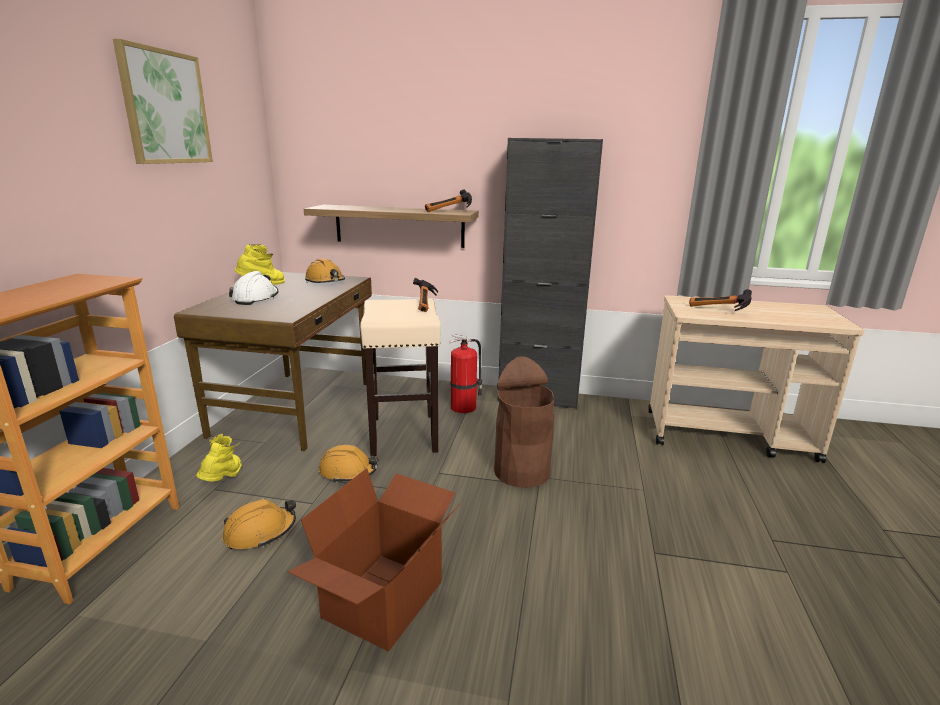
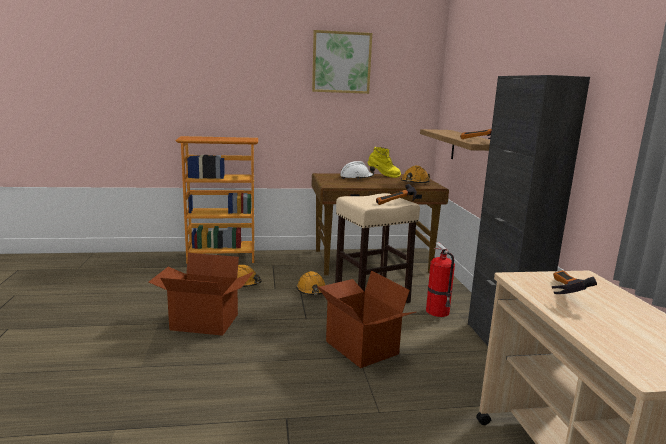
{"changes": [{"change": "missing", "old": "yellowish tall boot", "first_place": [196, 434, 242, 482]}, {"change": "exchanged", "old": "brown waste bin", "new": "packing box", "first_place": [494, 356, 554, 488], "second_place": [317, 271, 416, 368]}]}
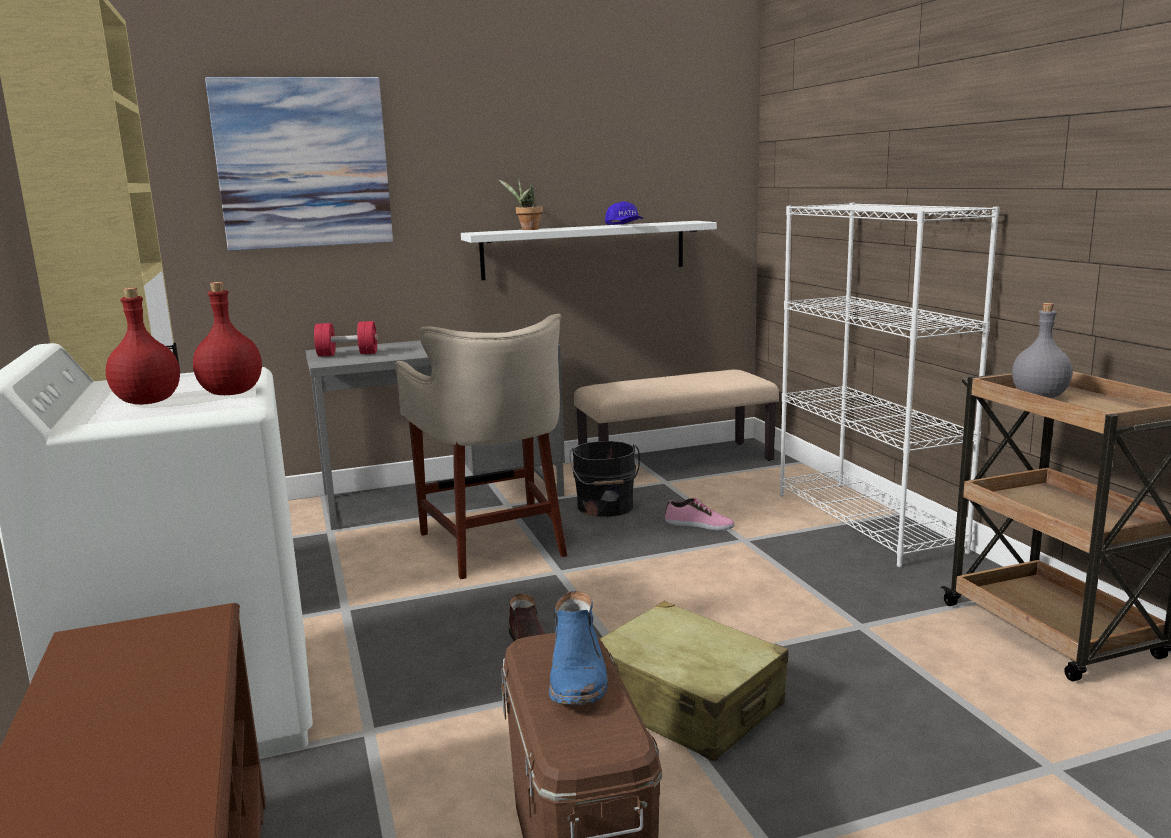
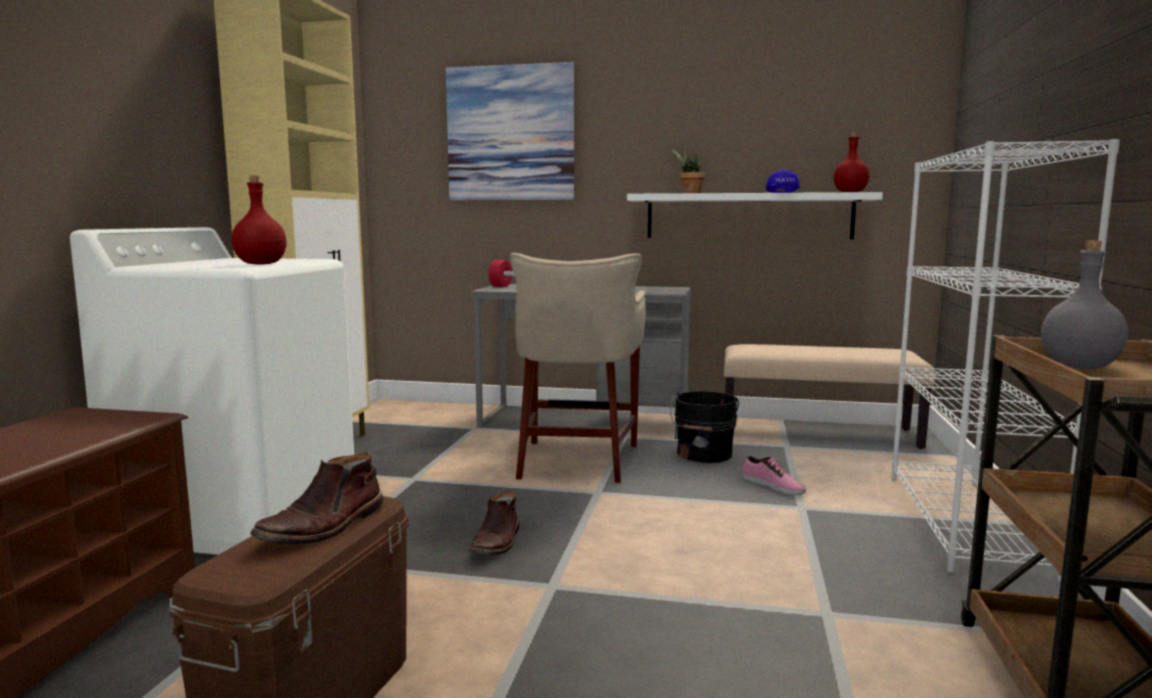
{"changes": [{"change": "relocated", "old": "red-coloured beverage bottle", "first_place": [106, 288, 180, 405], "second_place": [833, 132, 870, 192]}, {"change": "colour", "old": "bluish tall boot", "new": "brown tall boot", "first_place": [549, 590, 608, 705], "second_place": [250, 452, 384, 544]}, {"change": "missing", "old": "sand-coloured suitcase", "first_place": [600, 601, 788, 762]}]}
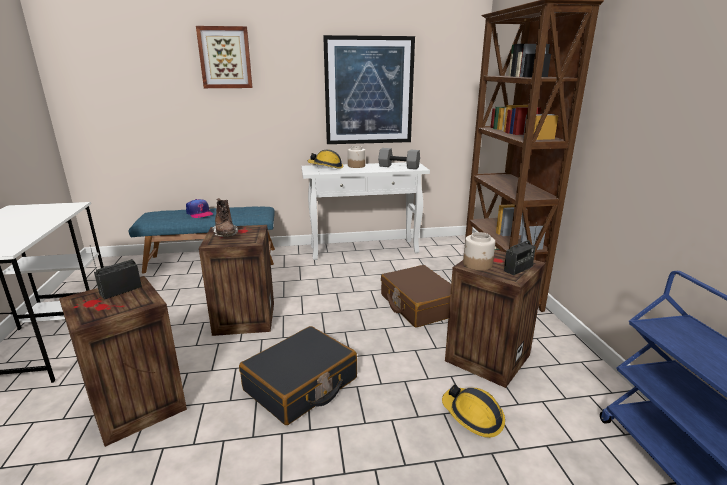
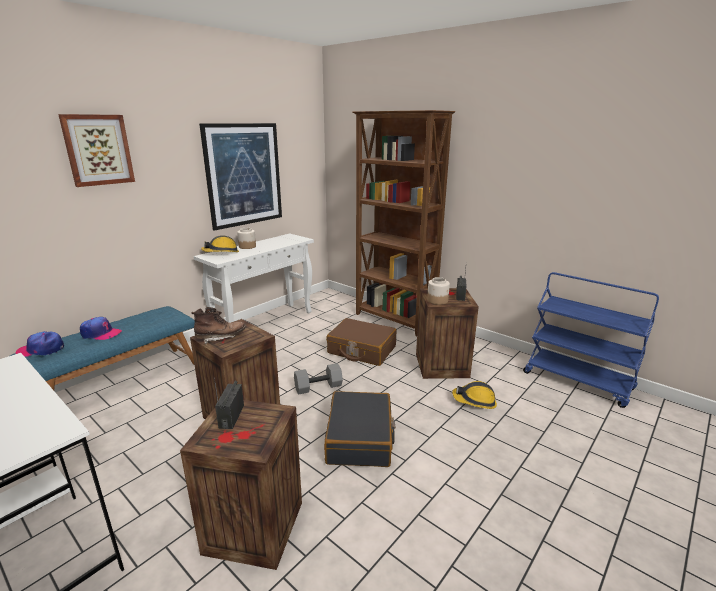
{"changes": [{"change": "spun", "old": "brown tall boot", "first_place": [212, 198, 238, 237], "second_place": [191, 307, 246, 344], "degrees": -45}, {"change": "relocated", "old": "grey free weight", "first_place": [378, 148, 420, 169], "second_place": [294, 363, 343, 395]}, {"change": "appeared", "new": "cap", "second_place": [16, 331, 64, 357]}]}
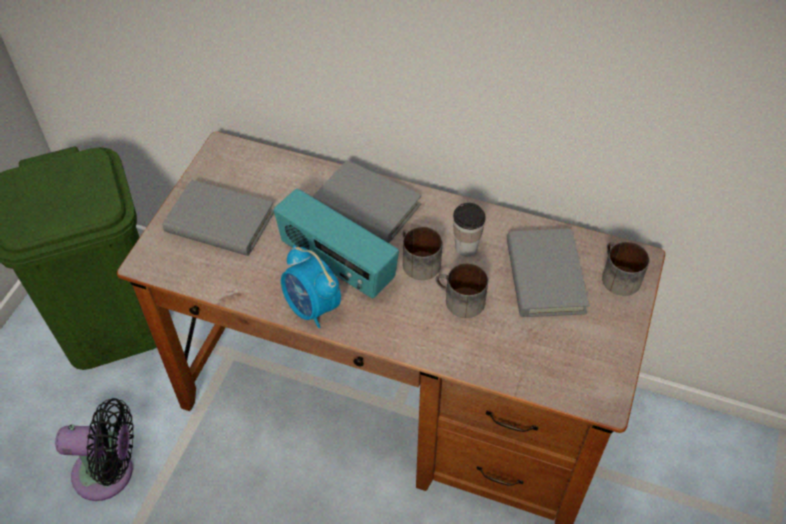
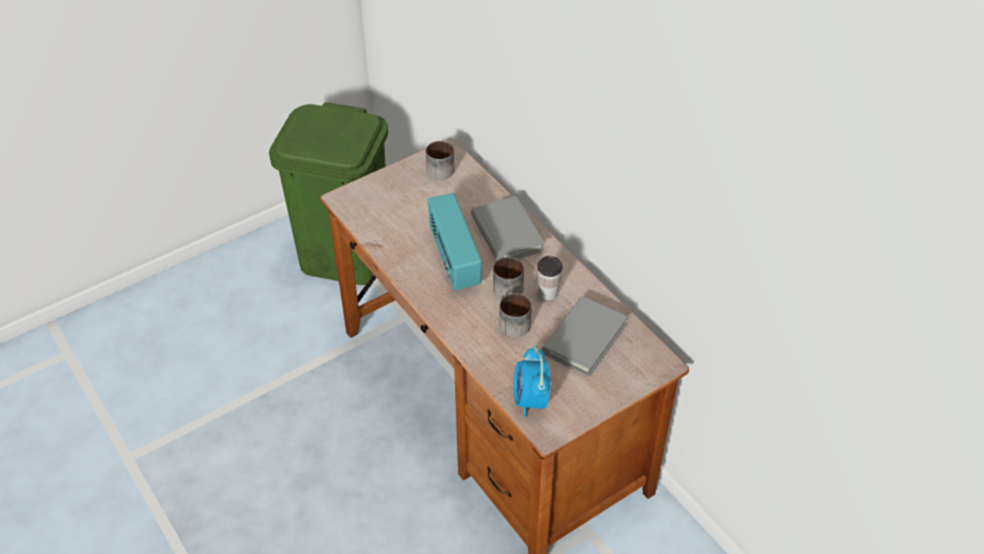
{"changes": [{"change": "missing", "old": "black cooling fan", "first_place": [55, 398, 134, 501]}, {"change": "missing", "old": "grey book", "first_place": [163, 180, 274, 256]}, {"change": "relocated", "old": "bedside clock", "first_place": [281, 245, 341, 328], "second_place": [513, 346, 550, 417]}, {"change": "relocated", "old": "coffee mug", "first_place": [602, 242, 649, 296], "second_place": [426, 141, 454, 180]}]}
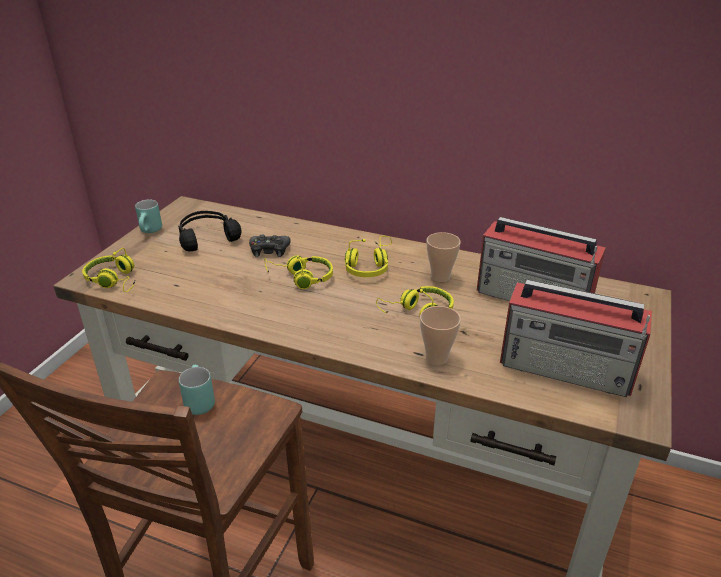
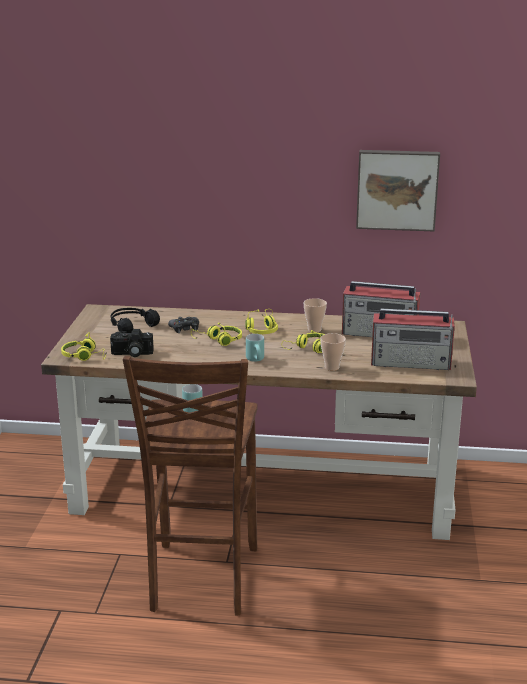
{"changes": [{"change": "relocated", "old": "blue-green coffee mug", "first_place": [135, 200, 162, 233], "second_place": [246, 334, 264, 362]}, {"change": "appeared", "new": "still camera", "second_place": [110, 329, 154, 357]}, {"change": "appeared", "new": "wall picture", "second_place": [356, 150, 440, 231]}]}
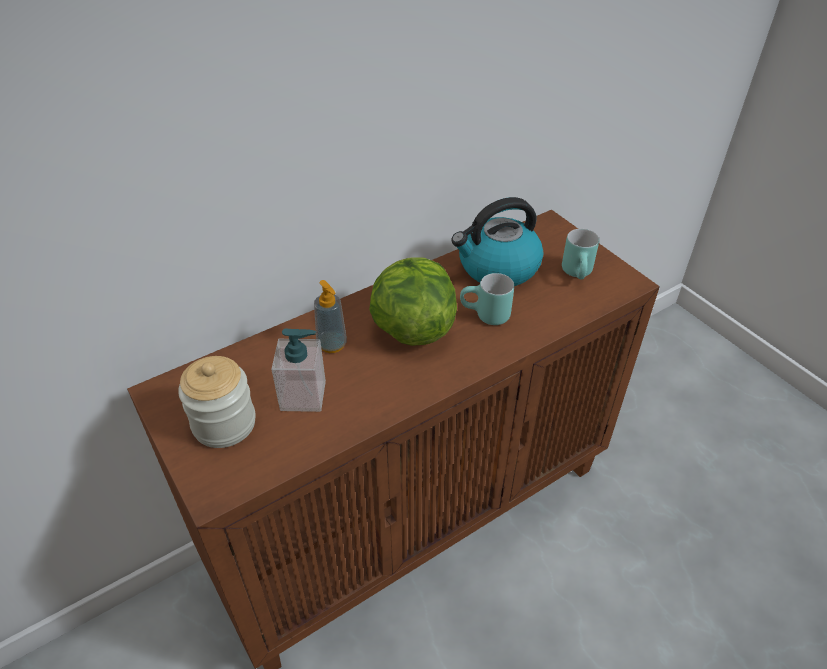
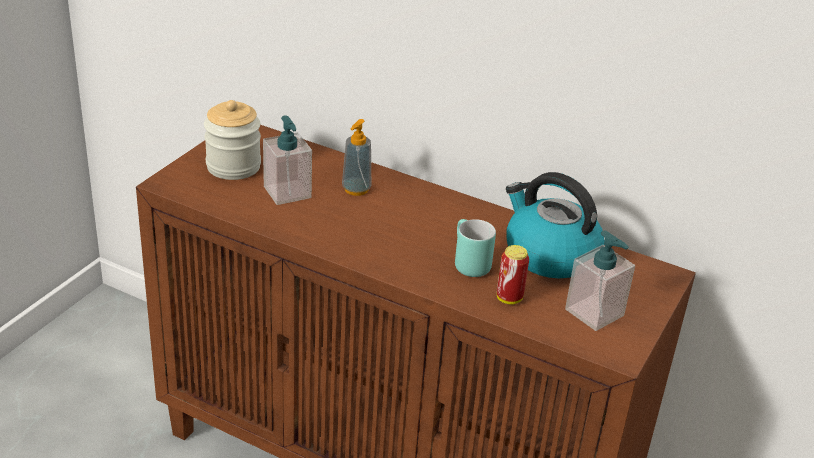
{"changes": [{"change": "missing", "old": "head of lettuce", "first_place": [369, 257, 457, 346]}, {"change": "exchanged", "old": "blue-green coffee mug", "new": "soap bottle", "first_place": [562, 229, 599, 279], "second_place": [565, 230, 635, 331]}, {"change": "appeared", "new": "metal can", "second_place": [497, 245, 529, 305]}]}
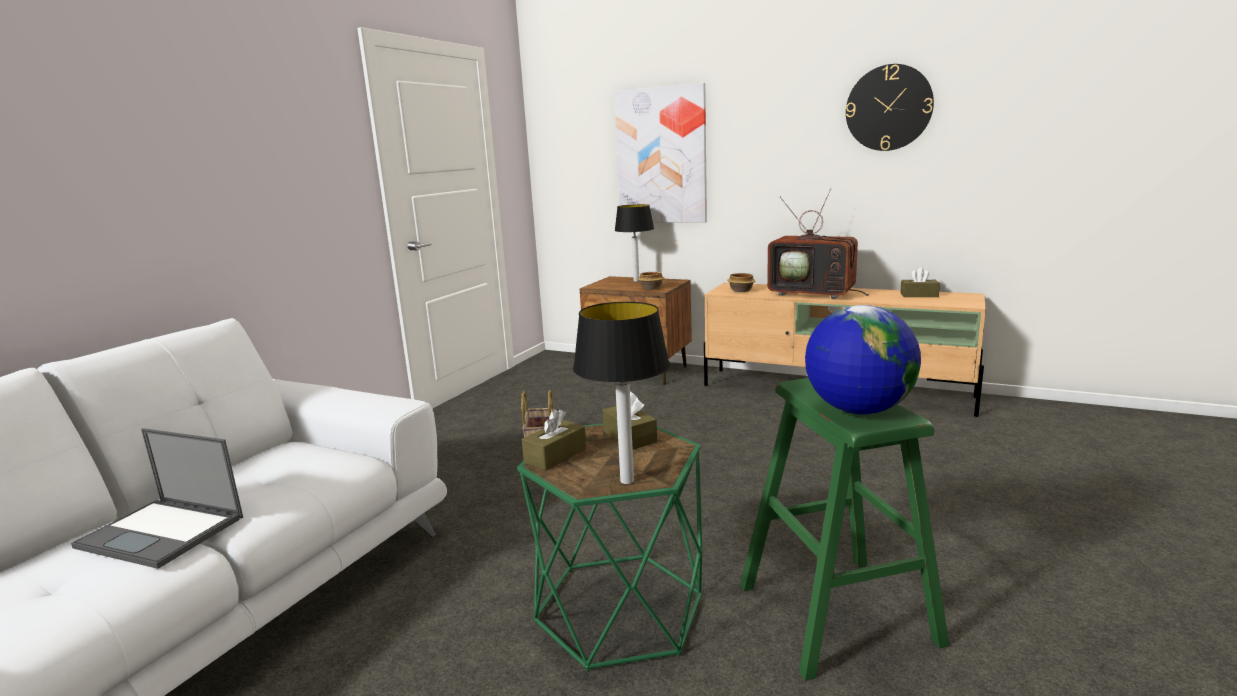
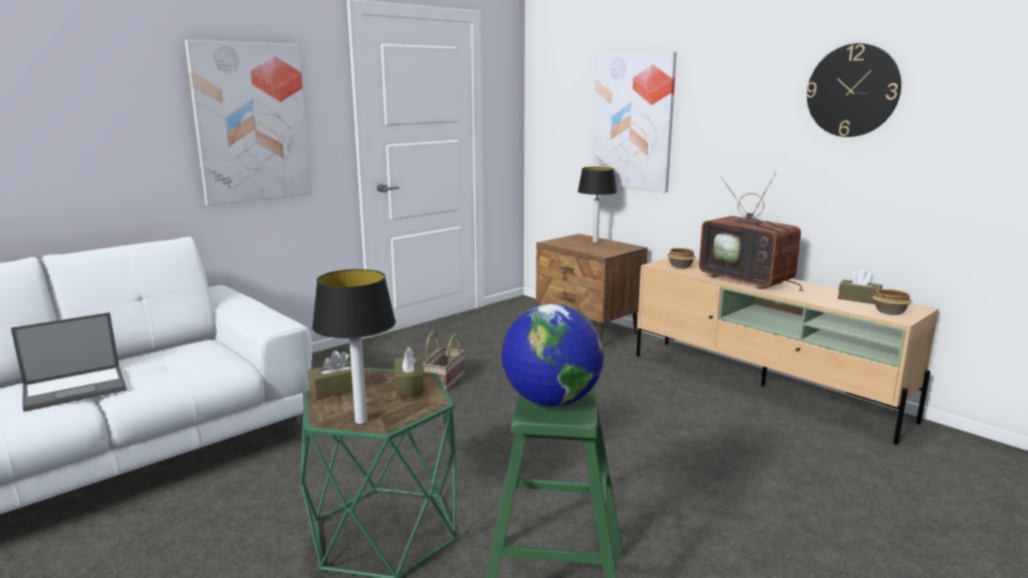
{"changes": [{"change": "spun", "old": "laptop", "first_place": [71, 428, 243, 569], "second_place": [11, 312, 127, 412], "degrees": -75}, {"change": "relocated", "old": "serving bowl", "first_place": [638, 272, 664, 290], "second_place": [872, 289, 912, 315]}, {"change": "appeared", "new": "wall picture", "second_place": [185, 40, 311, 205]}]}
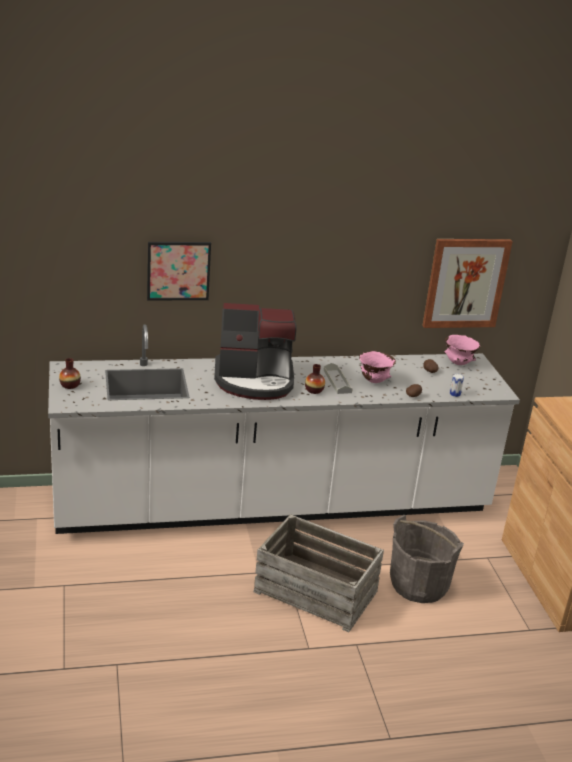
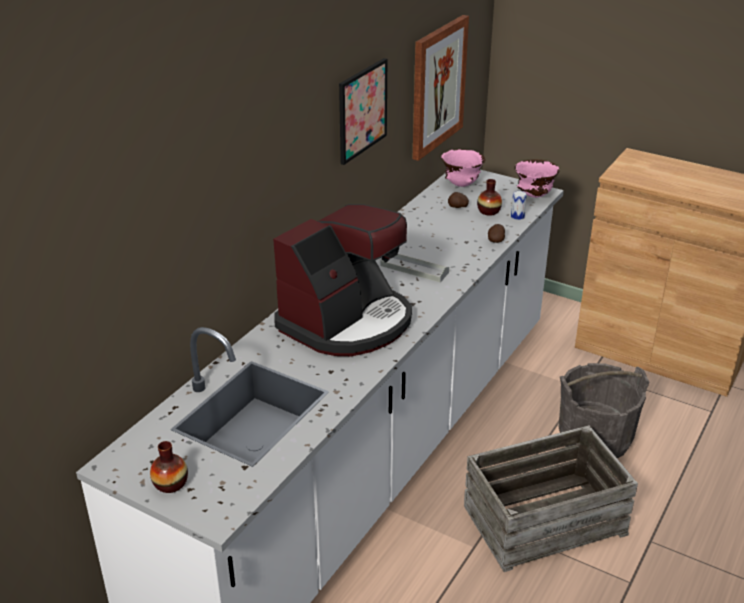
{"changes": [{"change": "relocated", "old": "wall picture", "first_place": [147, 242, 211, 301], "second_place": [339, 58, 387, 165]}, {"change": "relocated", "old": "vase", "first_place": [305, 364, 325, 394], "second_place": [477, 179, 502, 216]}, {"change": "relocated", "old": "pink serving bowl", "first_place": [359, 351, 396, 383], "second_place": [515, 159, 560, 198]}]}
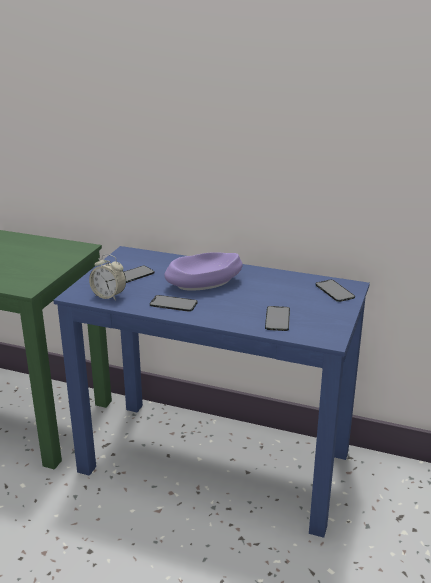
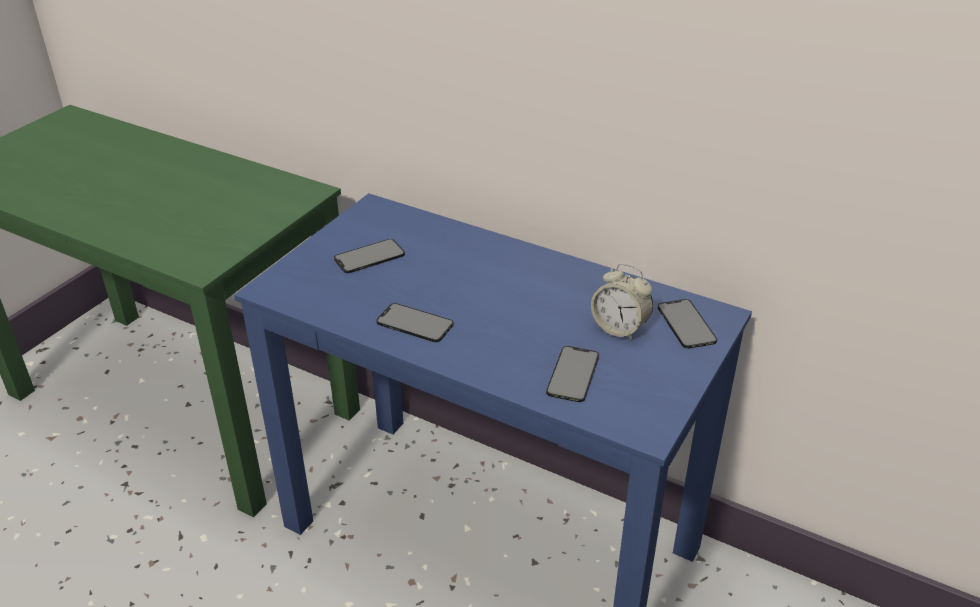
{"changes": [{"change": "relocated", "old": "bedside clock", "first_place": [89, 254, 126, 301], "second_place": [591, 263, 653, 341]}, {"change": "missing", "old": "purplish serving bowl", "first_place": [165, 252, 243, 291]}]}
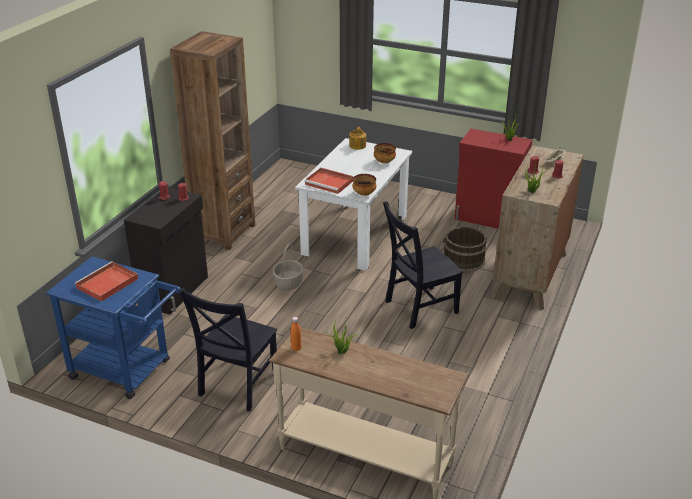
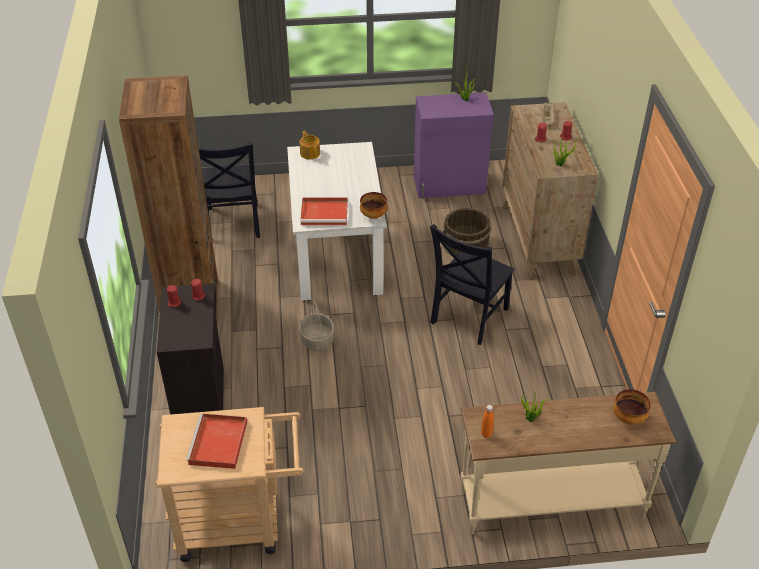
{"changes": [{"change": "colour", "old": "bluish trolley", "new": "sand-coloured trolley", "first_place": [46, 257, 181, 399], "second_place": [156, 407, 304, 562]}, {"change": "relocated", "old": "black plain chair", "first_place": [179, 288, 277, 411], "second_place": [199, 142, 260, 238]}, {"change": "relocated", "old": "serving bowl", "first_place": [374, 143, 396, 163], "second_place": [613, 389, 651, 425]}, {"change": "colour", "old": "red-coloured cabinet", "new": "purplish cabinet", "first_place": [455, 129, 532, 229], "second_place": [414, 92, 494, 199]}]}
